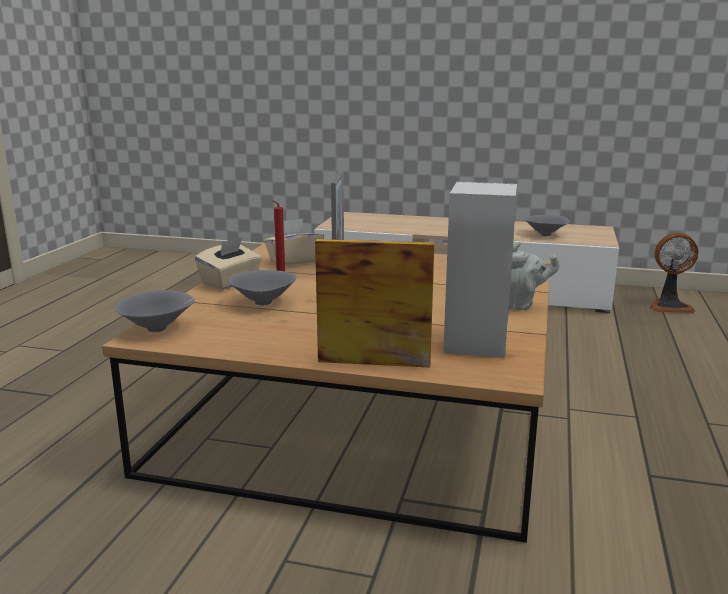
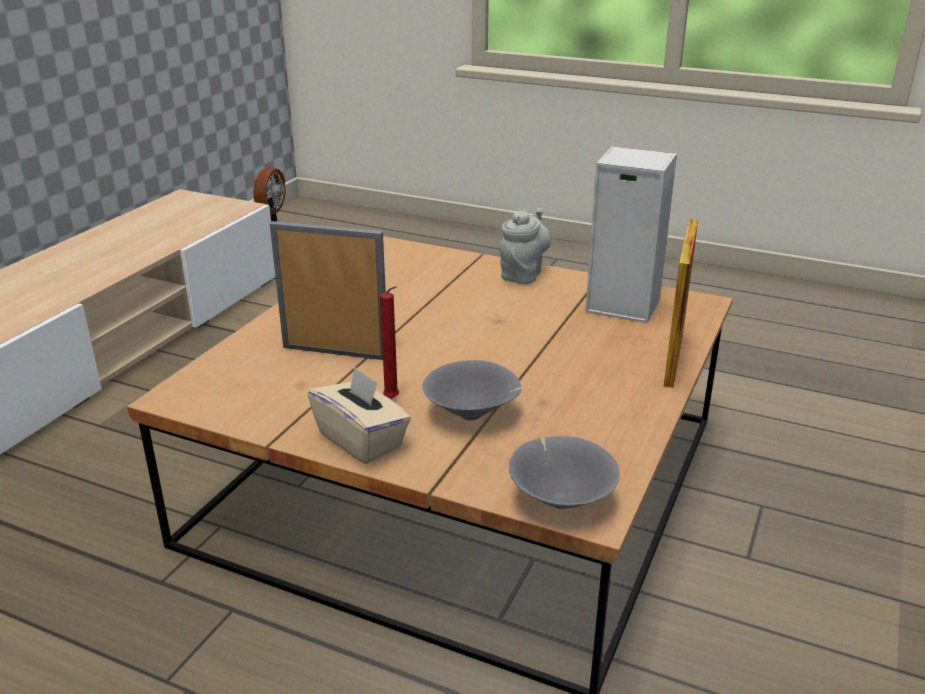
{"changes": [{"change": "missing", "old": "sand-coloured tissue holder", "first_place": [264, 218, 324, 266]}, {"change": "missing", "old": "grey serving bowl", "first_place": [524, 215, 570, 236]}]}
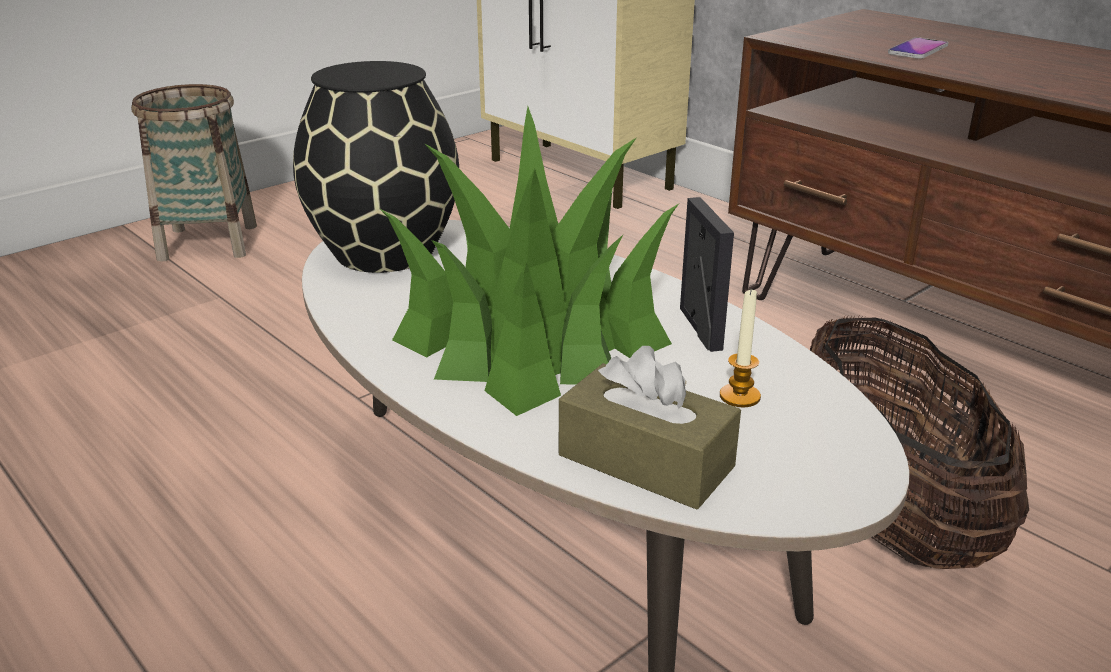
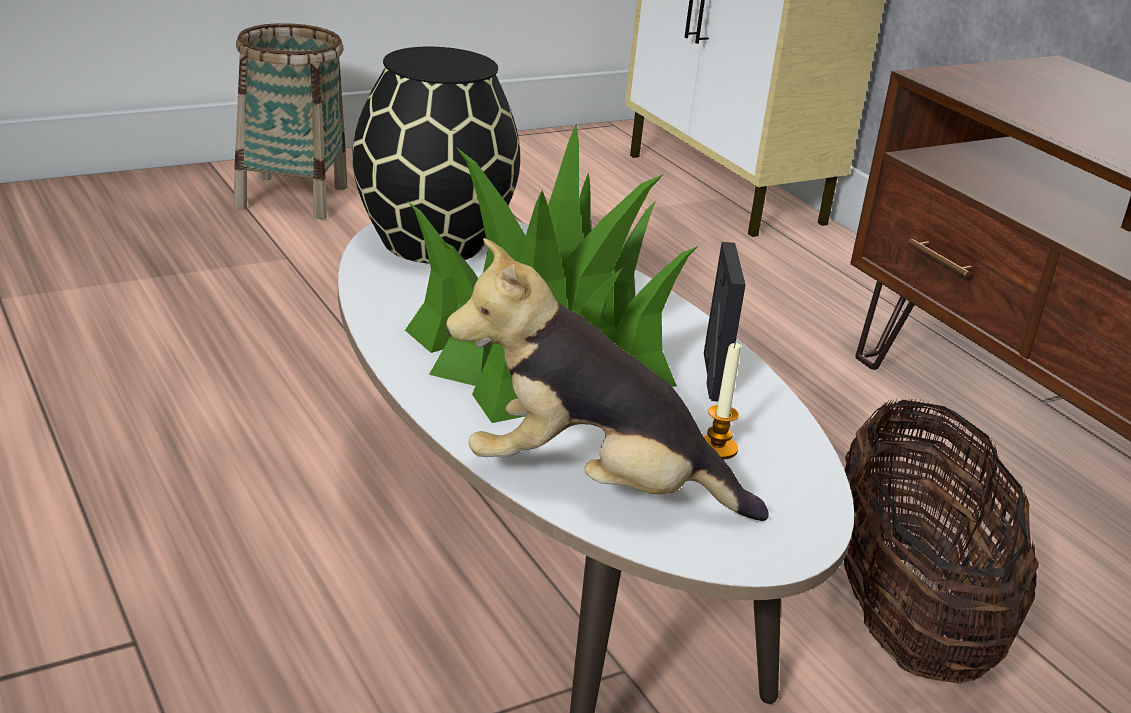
{"changes": [{"change": "exchanged", "old": "brown tissue holder", "new": "soft toy", "first_place": [559, 346, 741, 510], "second_place": [446, 238, 769, 521]}, {"change": "missing", "old": "handset", "first_place": [888, 37, 949, 59]}]}
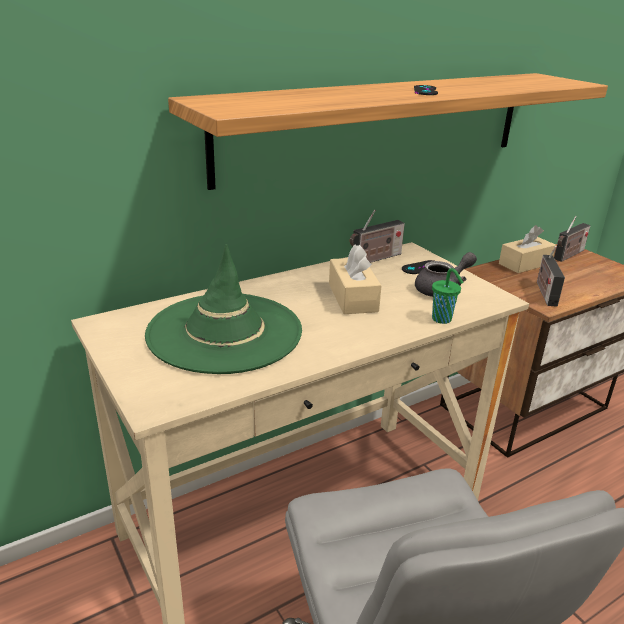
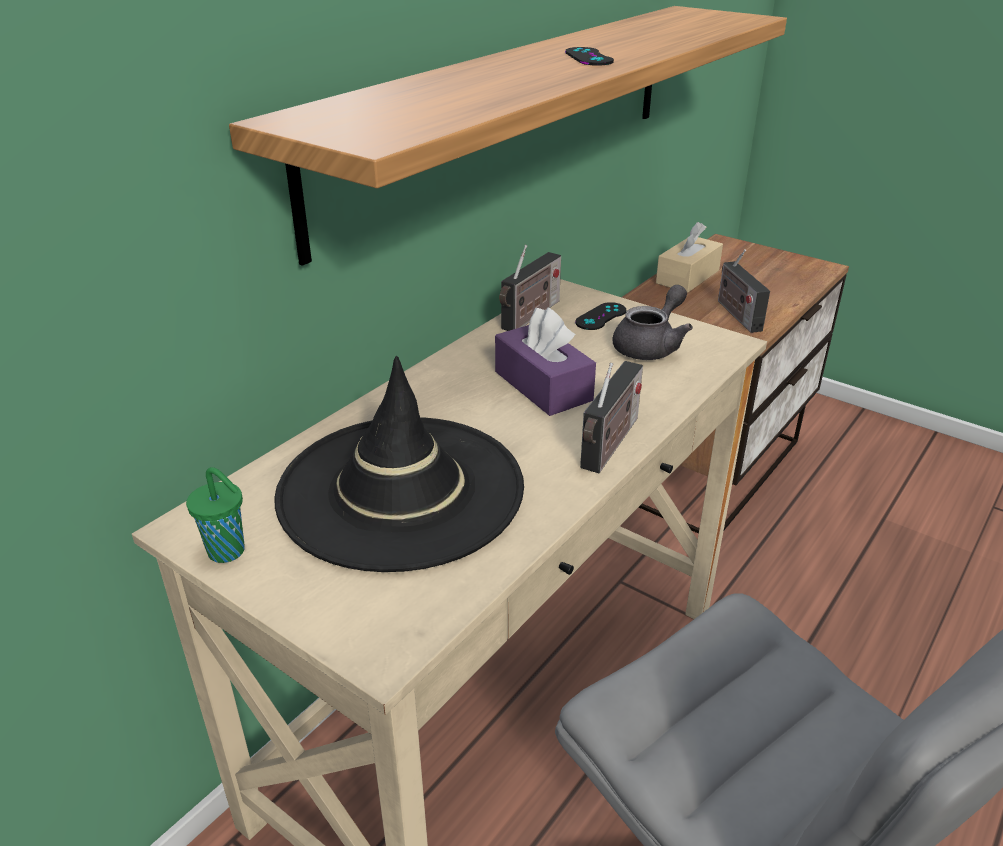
{"changes": [{"change": "colour", "old": "green-coloured clothing hat", "new": "black clothing hat", "first_place": [145, 244, 302, 374], "second_place": [275, 356, 524, 572]}, {"change": "colour", "old": "sand-coloured tissue holder", "new": "purplish tissue holder", "first_place": [329, 245, 382, 314], "second_place": [495, 307, 596, 416]}, {"change": "relocated", "old": "green-coloured cup", "first_place": [432, 268, 464, 324], "second_place": [186, 467, 245, 563]}, {"change": "relocated", "old": "radio receiver", "first_place": [554, 216, 590, 262], "second_place": [580, 361, 643, 473]}]}
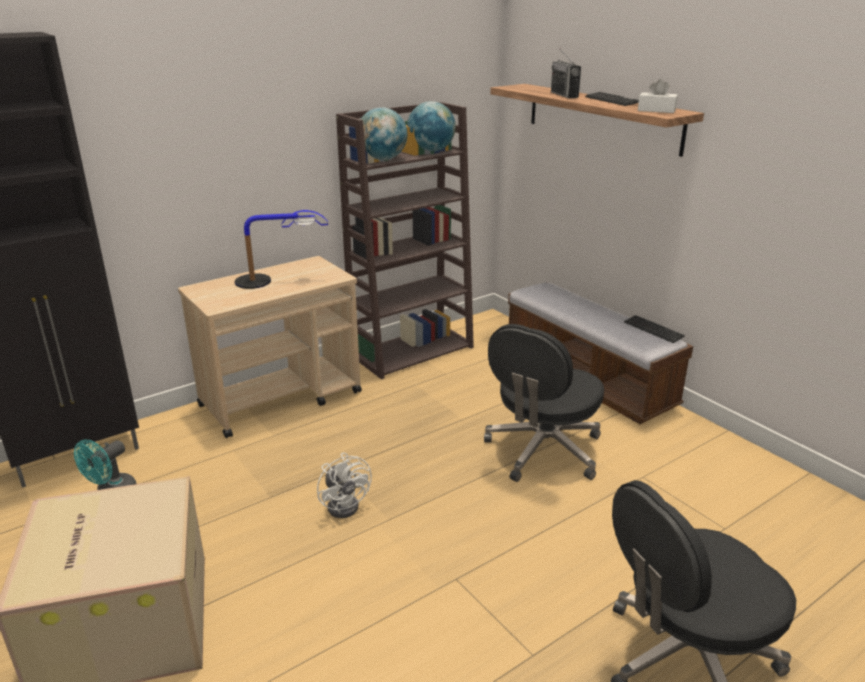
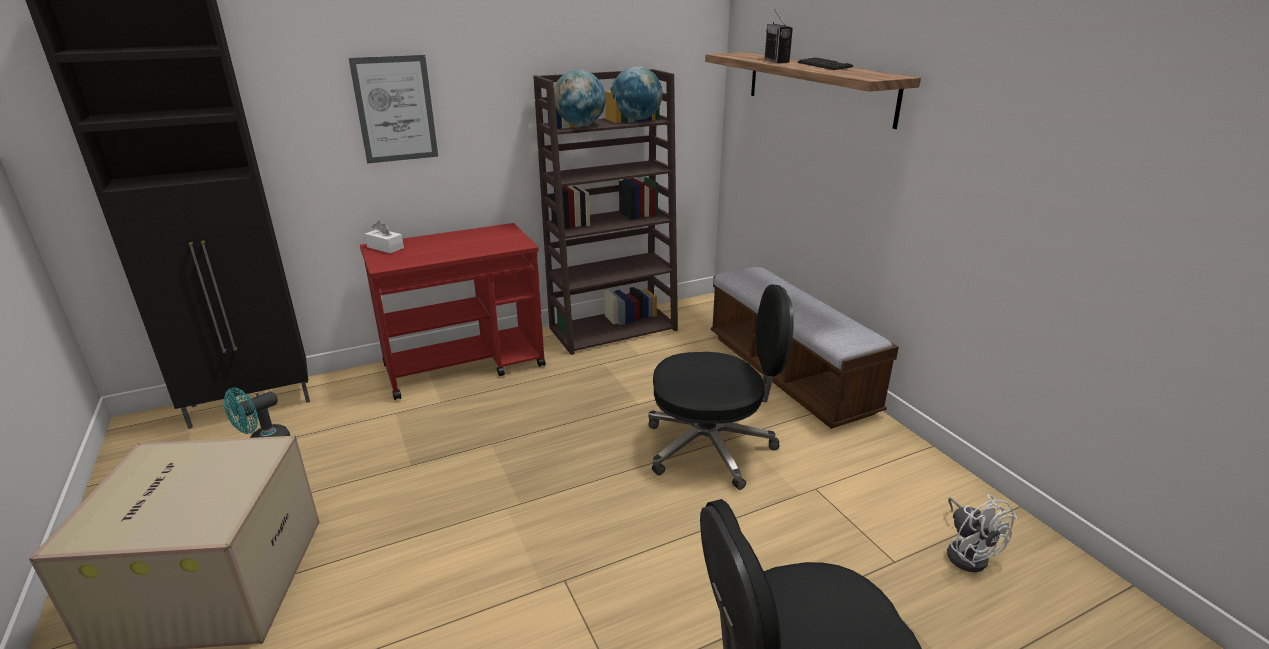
{"changes": [{"change": "colour", "old": "sand-coloured trolley", "new": "red-coloured trolley", "first_place": [178, 256, 362, 438], "second_place": [360, 223, 546, 400]}, {"change": "missing", "old": "tabletop lamp", "first_place": [235, 210, 328, 289]}, {"change": "relocated", "old": "white-coloured cooling fan", "first_place": [317, 453, 372, 518], "second_place": [947, 494, 1017, 572]}, {"change": "spun", "old": "black computer chair", "first_place": [484, 324, 604, 482], "second_place": [648, 284, 794, 490], "degrees": -135}, {"change": "missing", "old": "computer keyboard", "first_place": [624, 315, 685, 343]}, {"change": "relocated", "old": "white-coloured tissue holder", "first_place": [638, 79, 678, 113], "second_place": [365, 220, 404, 253]}, {"change": "appeared", "new": "wall picture", "second_place": [349, 55, 438, 163]}]}
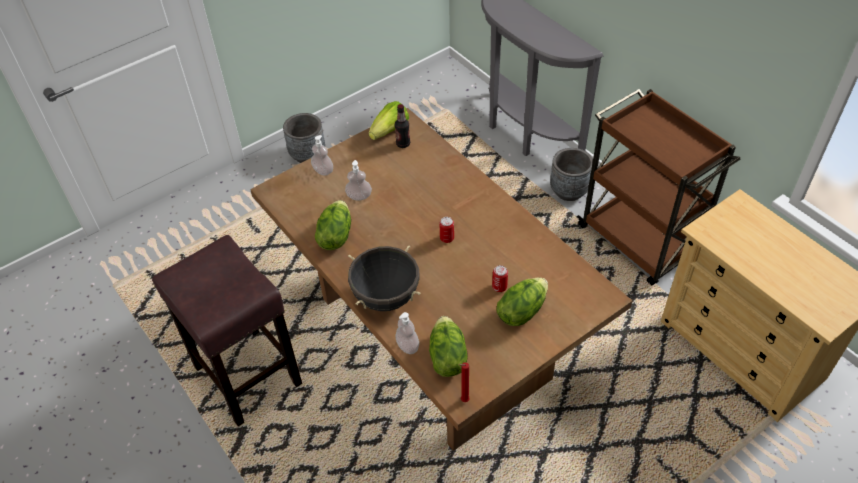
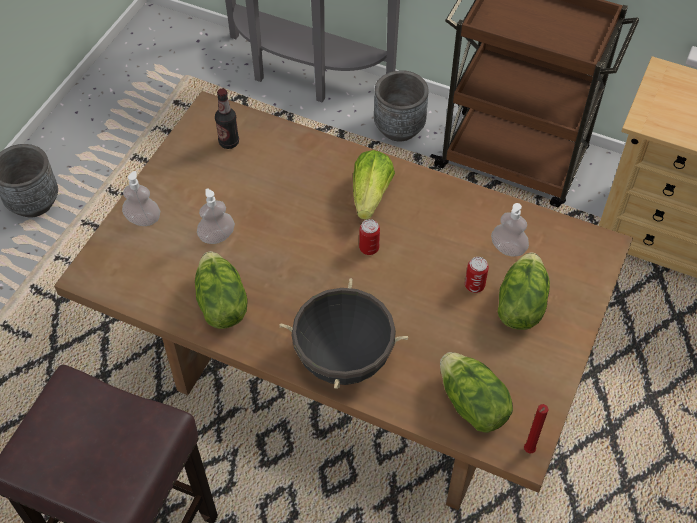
{"changes": [{"change": "relocated", "old": "head of lettuce", "first_place": [369, 101, 409, 140], "second_place": [353, 150, 395, 220]}, {"change": "relocated", "old": "soap bottle", "first_place": [396, 312, 419, 354], "second_place": [491, 203, 529, 257]}]}
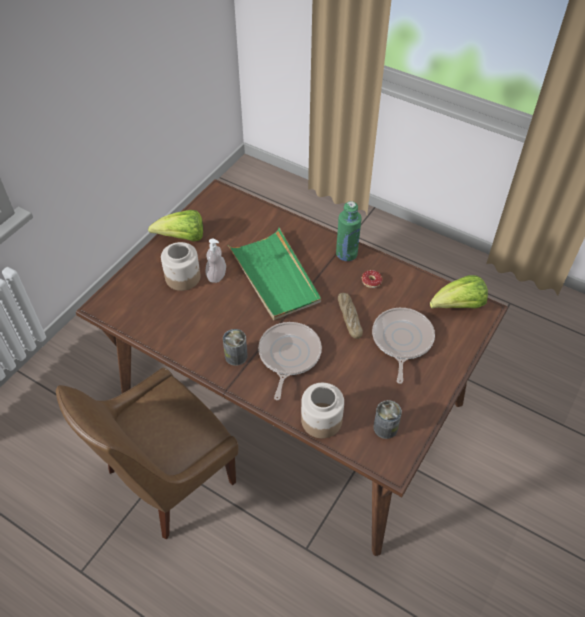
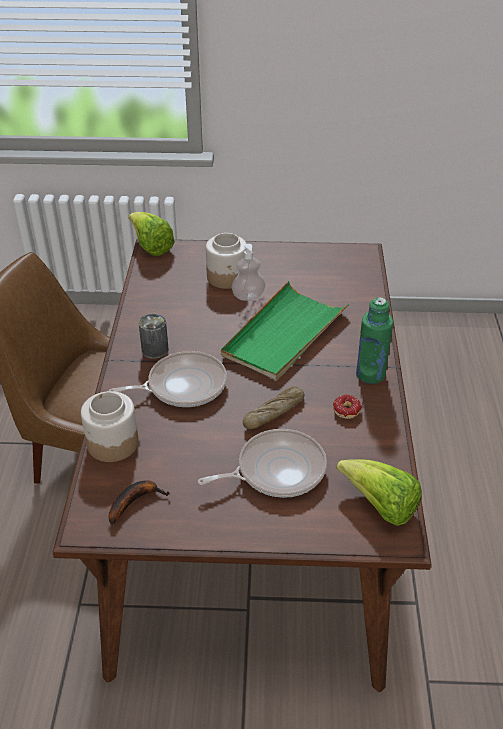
{"changes": [{"change": "relocated", "old": "head of lettuce", "first_place": [148, 210, 203, 242], "second_place": [128, 212, 175, 256]}, {"change": "exchanged", "old": "metal can", "new": "whole banana", "first_place": [373, 400, 402, 439], "second_place": [109, 480, 169, 524]}]}
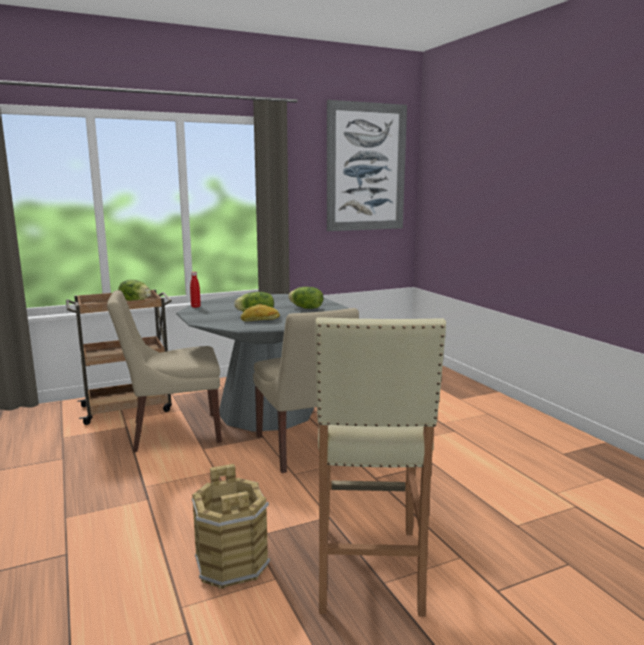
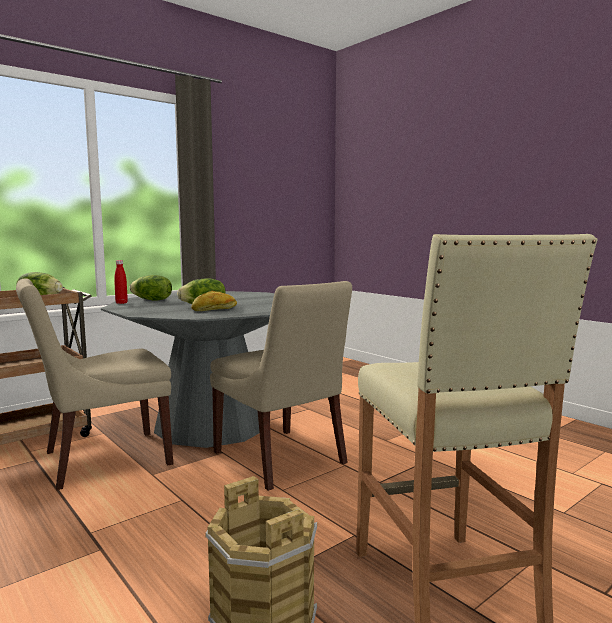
{"changes": [{"change": "relocated", "old": "head of lettuce", "first_place": [288, 287, 323, 309], "second_place": [130, 275, 172, 301]}, {"change": "missing", "old": "wall picture", "first_place": [327, 100, 407, 231]}]}
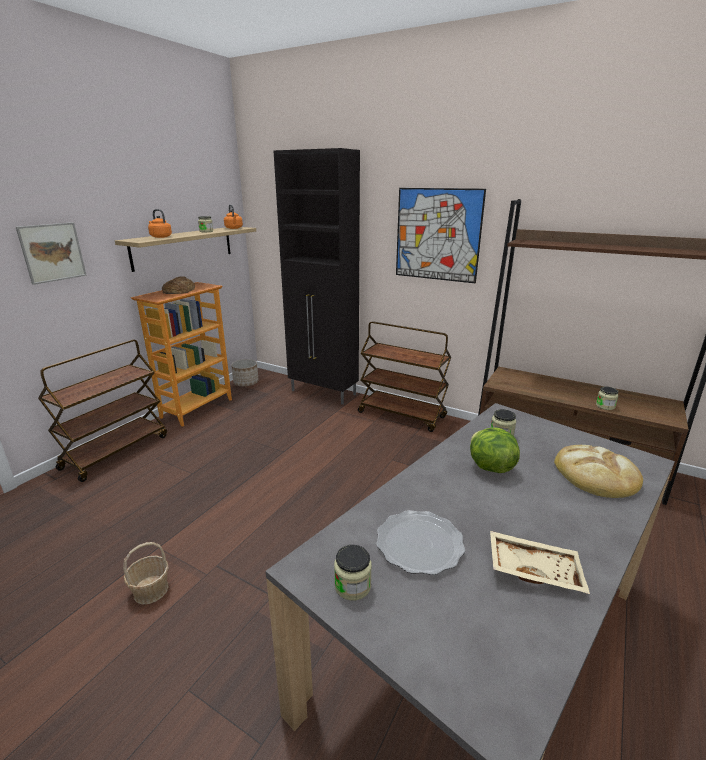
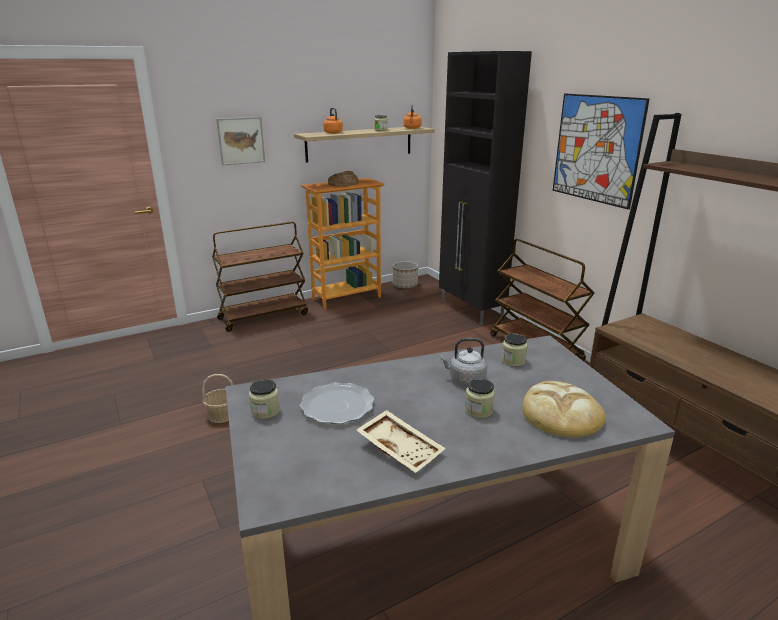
{"changes": [{"change": "exchanged", "old": "head of lettuce", "new": "grey water kettle", "first_place": [470, 427, 520, 473], "second_place": [440, 338, 487, 385]}, {"change": "relocated", "old": "preserve jar", "first_place": [596, 386, 618, 410], "second_place": [465, 379, 495, 418]}]}
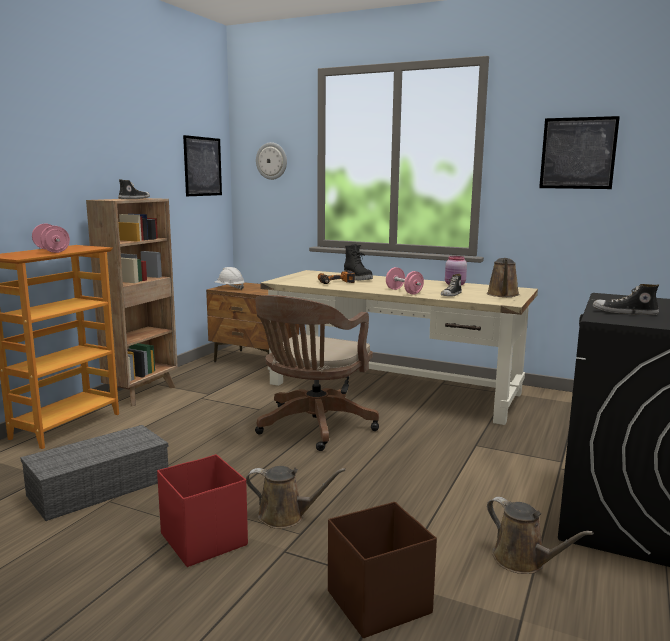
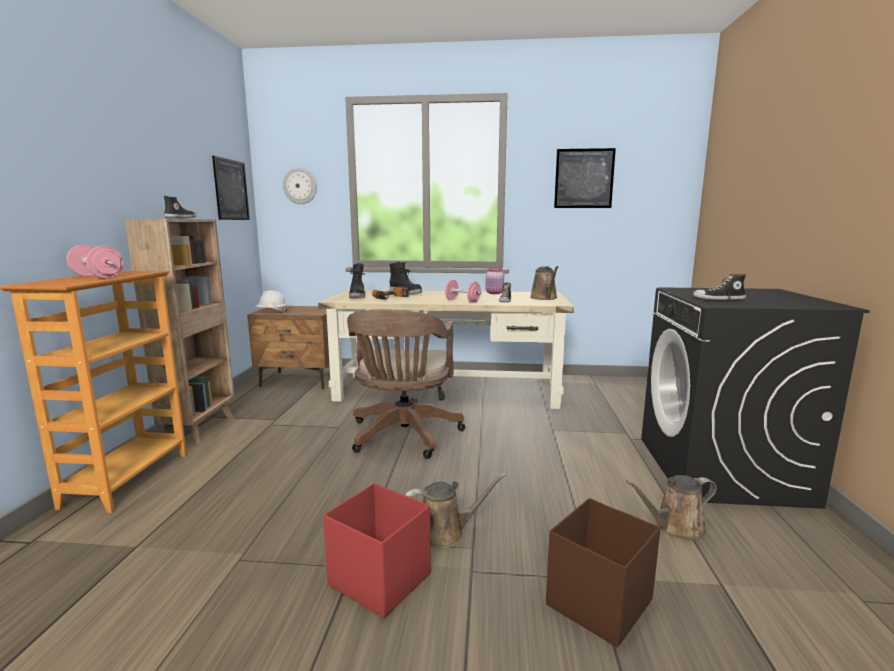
{"changes": [{"change": "missing", "old": "grey storage bin", "first_place": [20, 425, 168, 521]}, {"change": "spun", "old": "brown sprinkling can", "first_place": [487, 497, 594, 574], "second_place": [626, 475, 716, 540], "degrees": 135}, {"change": "appeared", "new": "black tall boot", "second_place": [349, 263, 365, 298]}]}
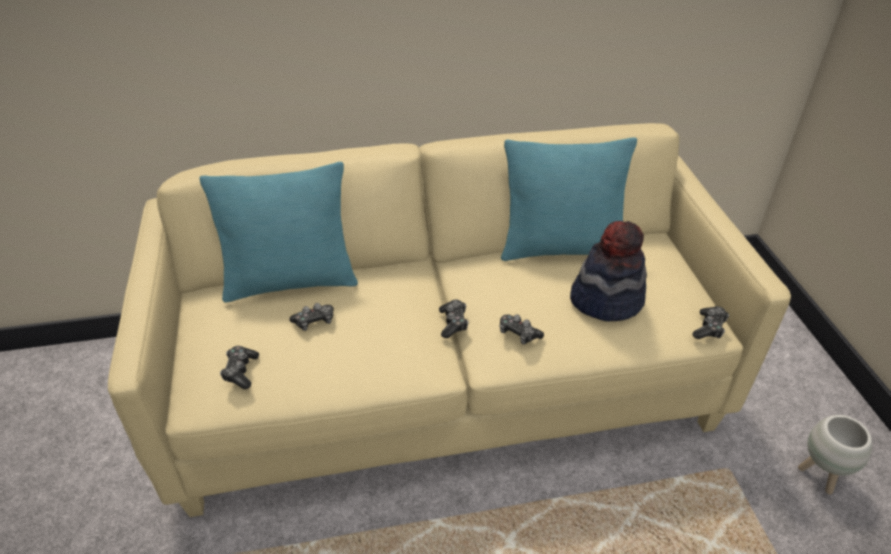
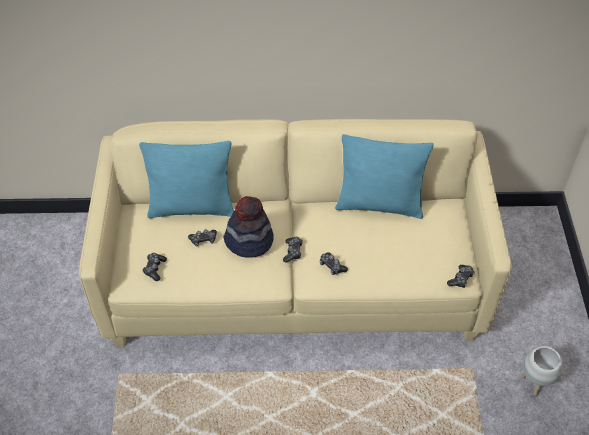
{"changes": [{"change": "relocated", "old": "clothing hat", "first_place": [570, 221, 647, 321], "second_place": [223, 196, 274, 258]}]}
